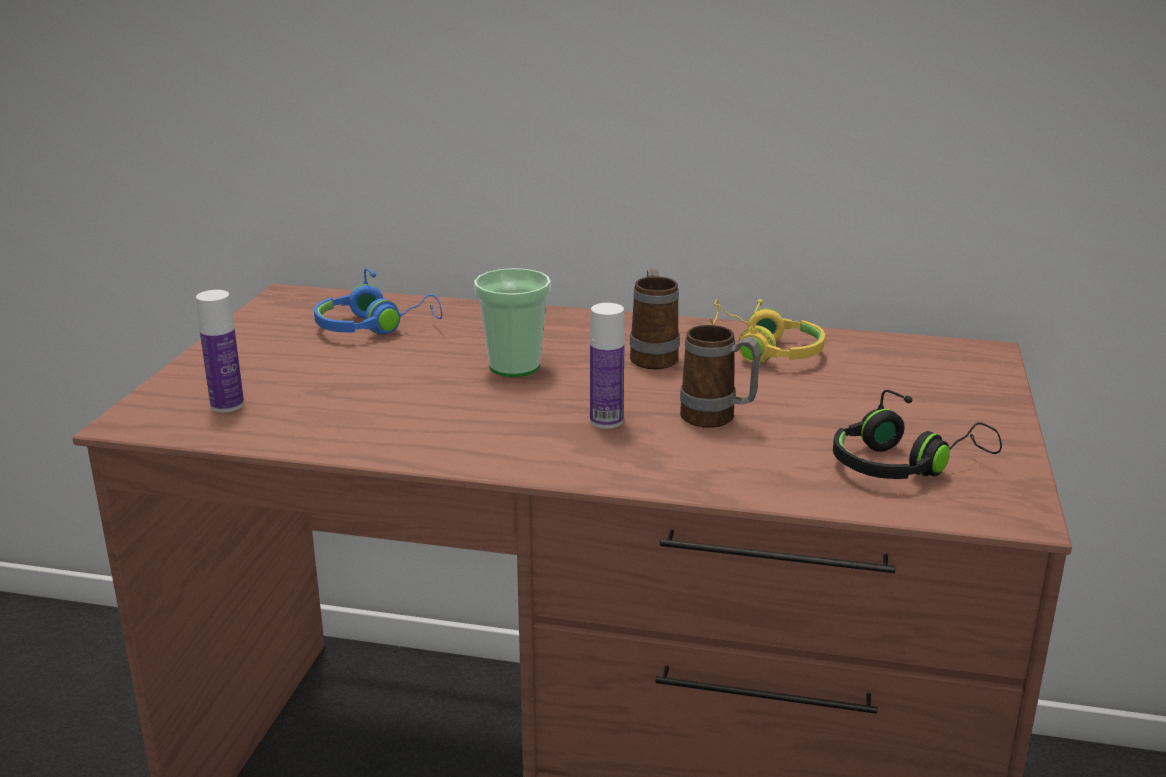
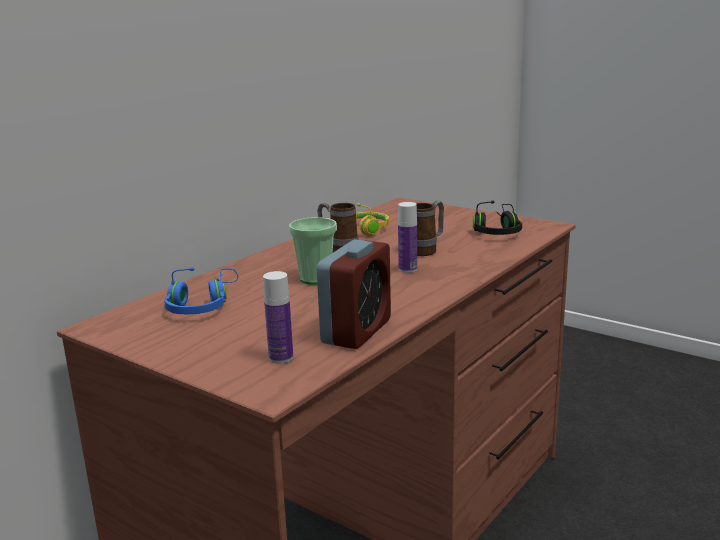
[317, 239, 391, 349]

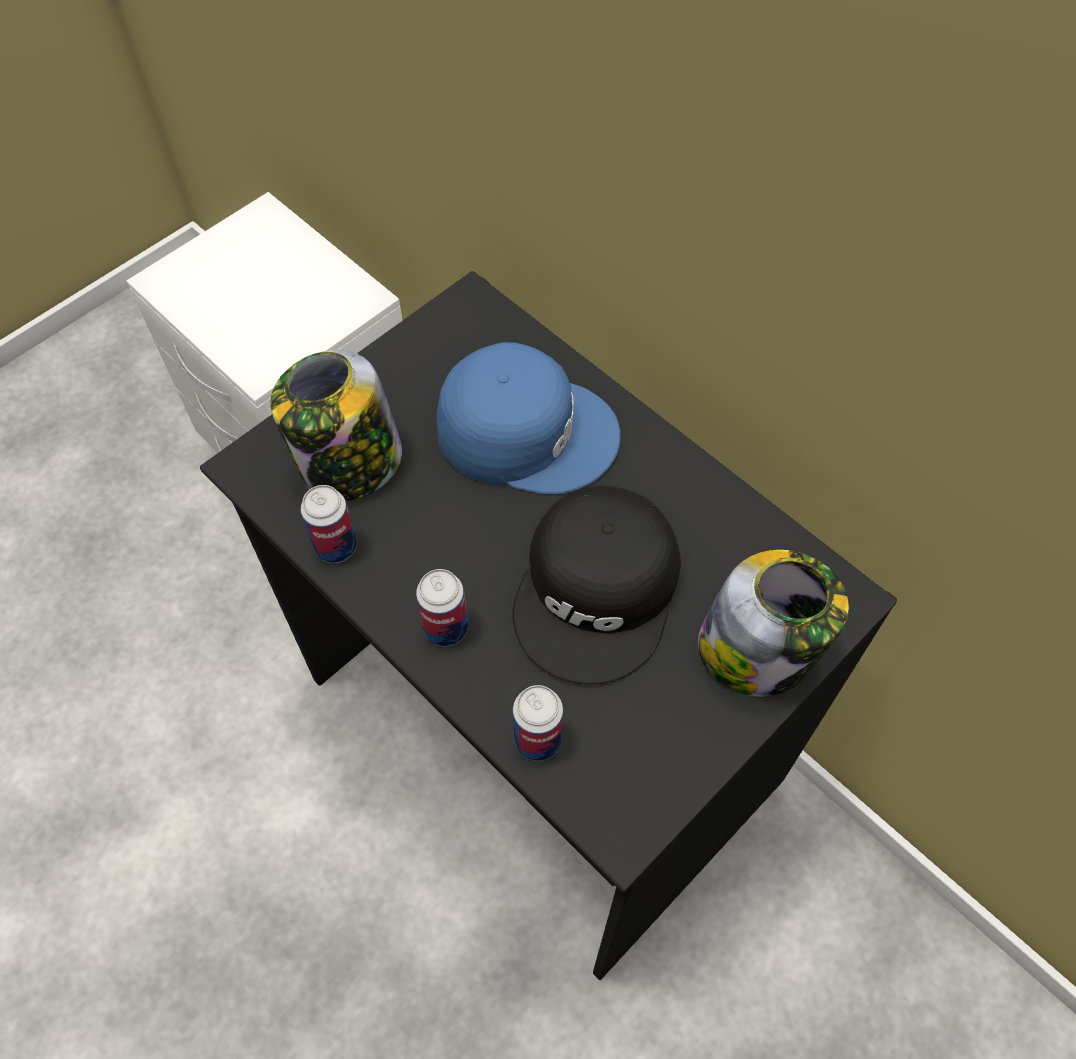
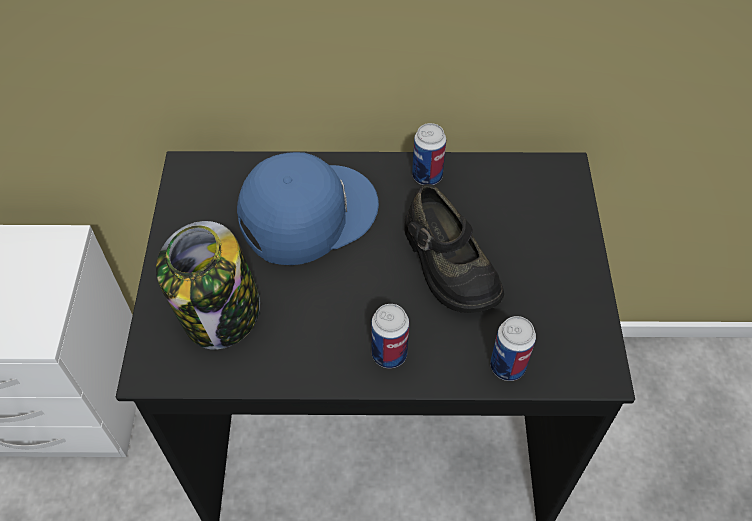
[412, 123, 446, 185]
[404, 184, 504, 313]
[698, 550, 849, 697] (first image)

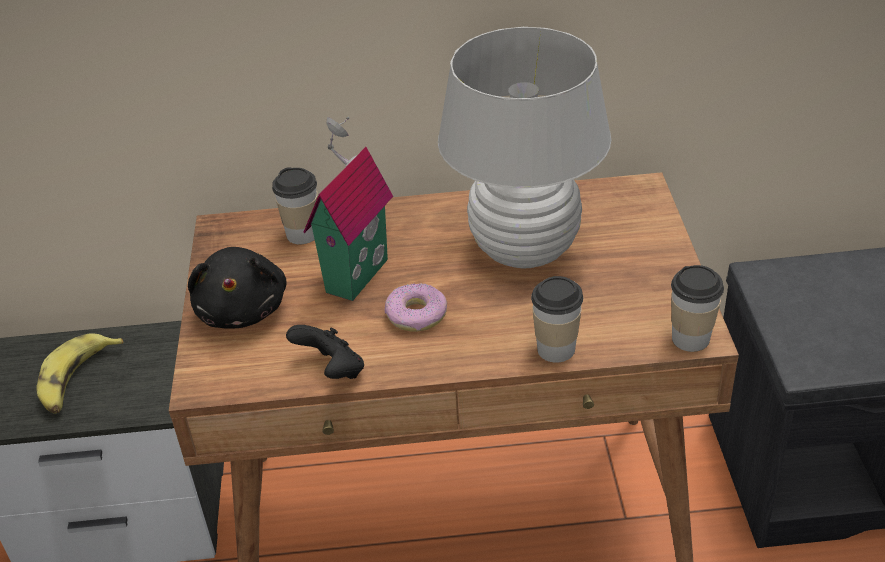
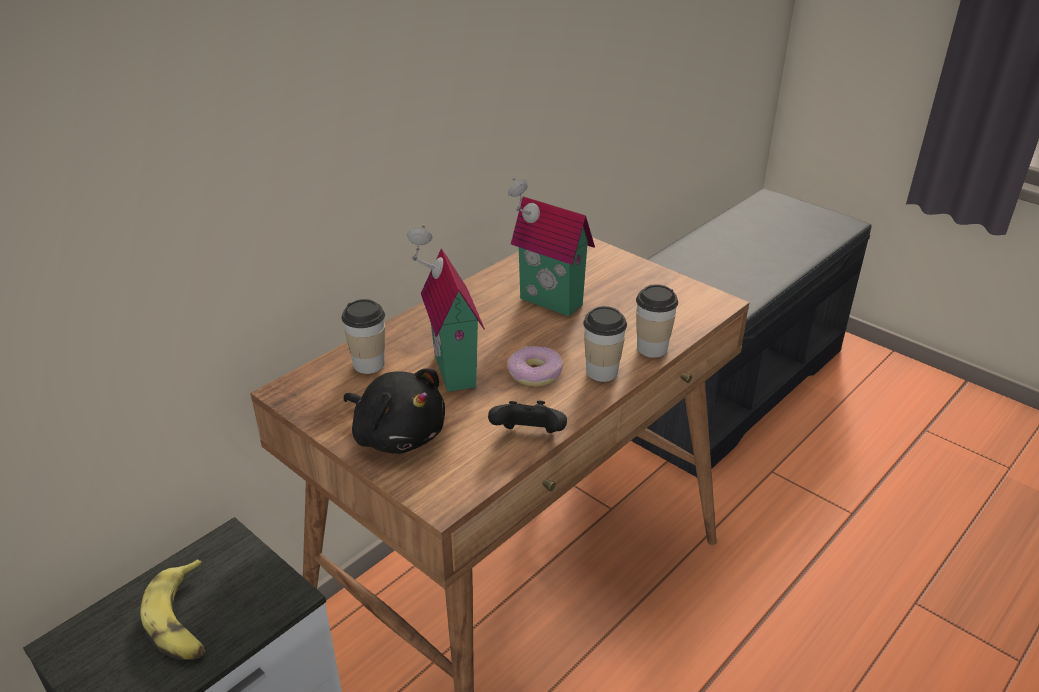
[508, 178, 595, 316]
[583, 306, 627, 382]

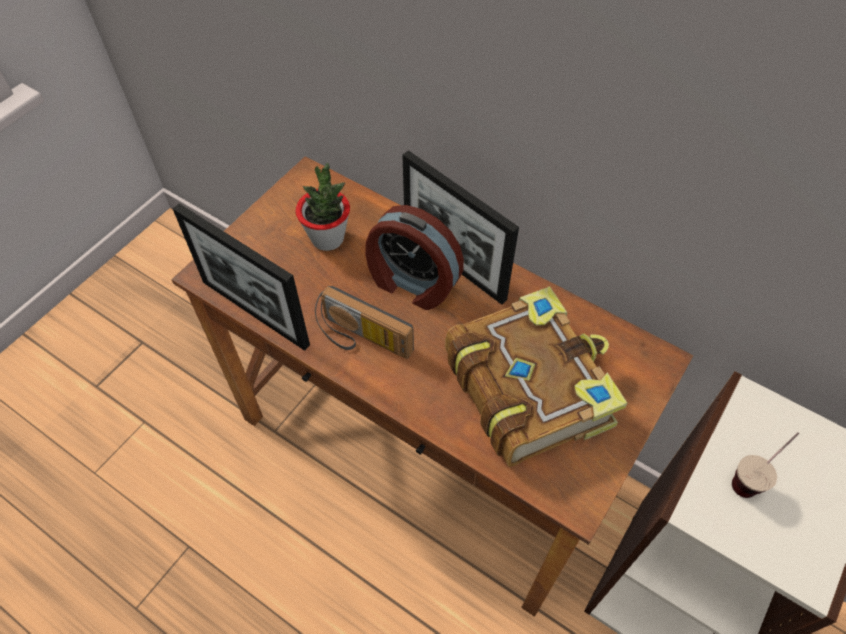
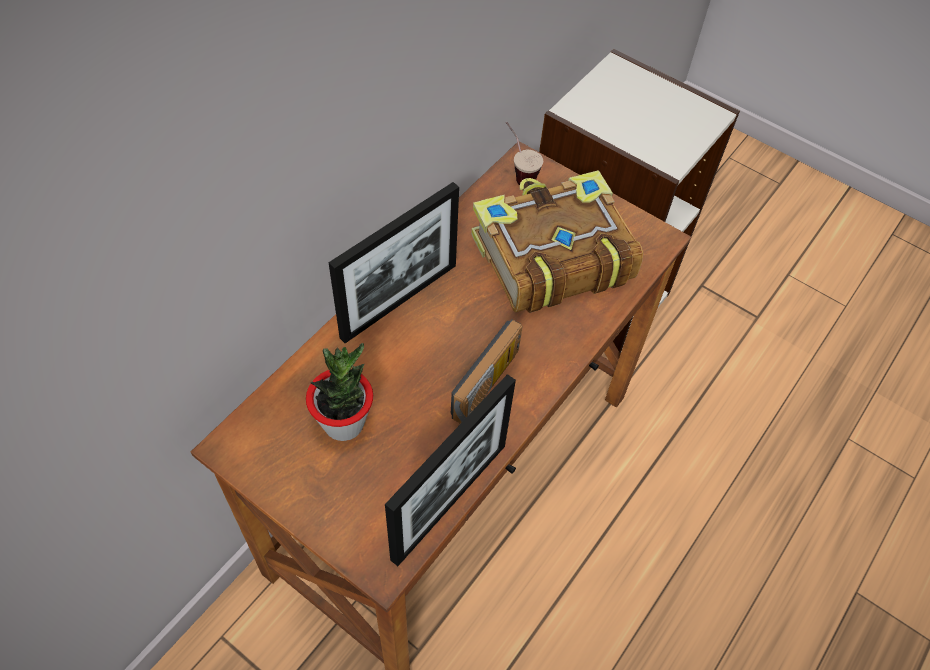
[365, 205, 464, 310] (first image)
[506, 122, 543, 185]

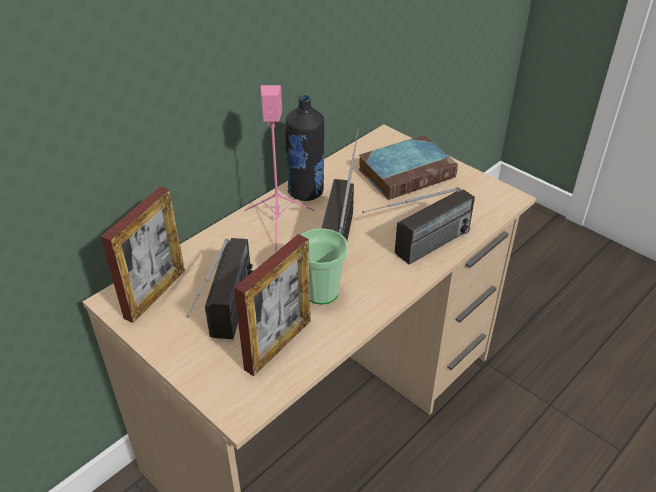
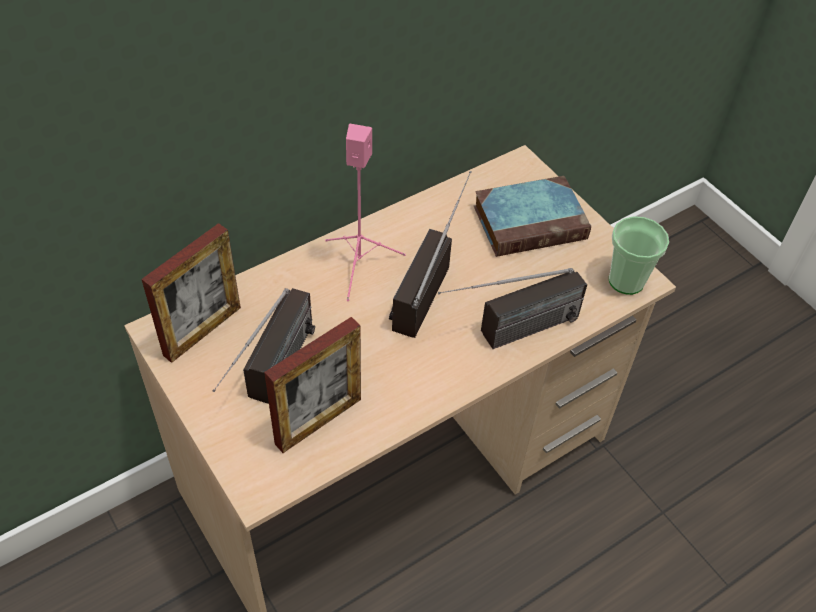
[285, 95, 324, 201] (first image)
[609, 216, 669, 295]

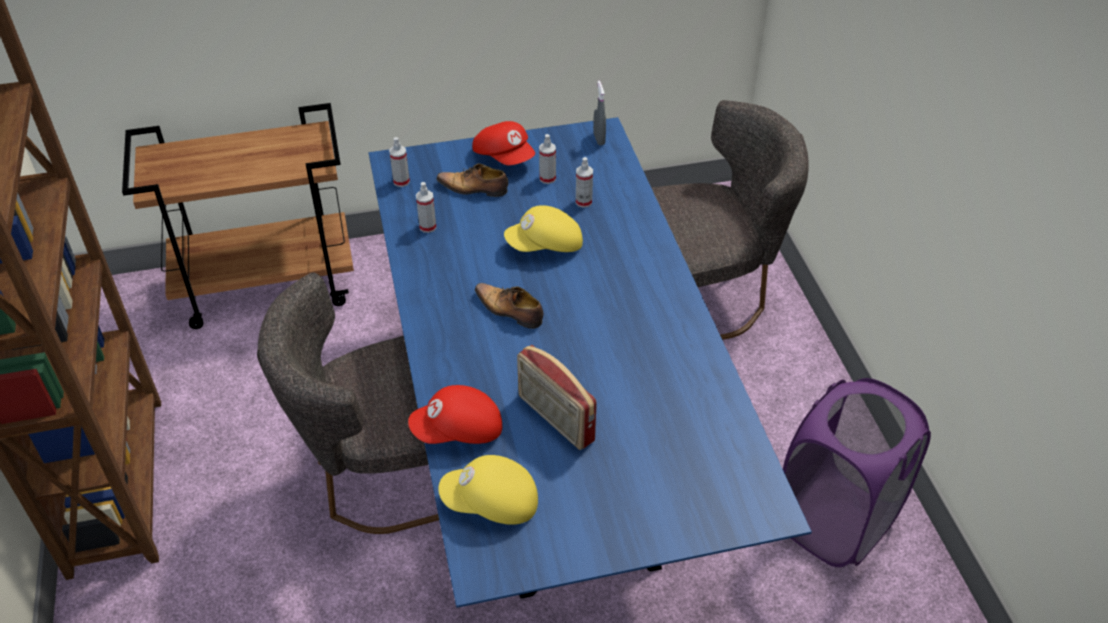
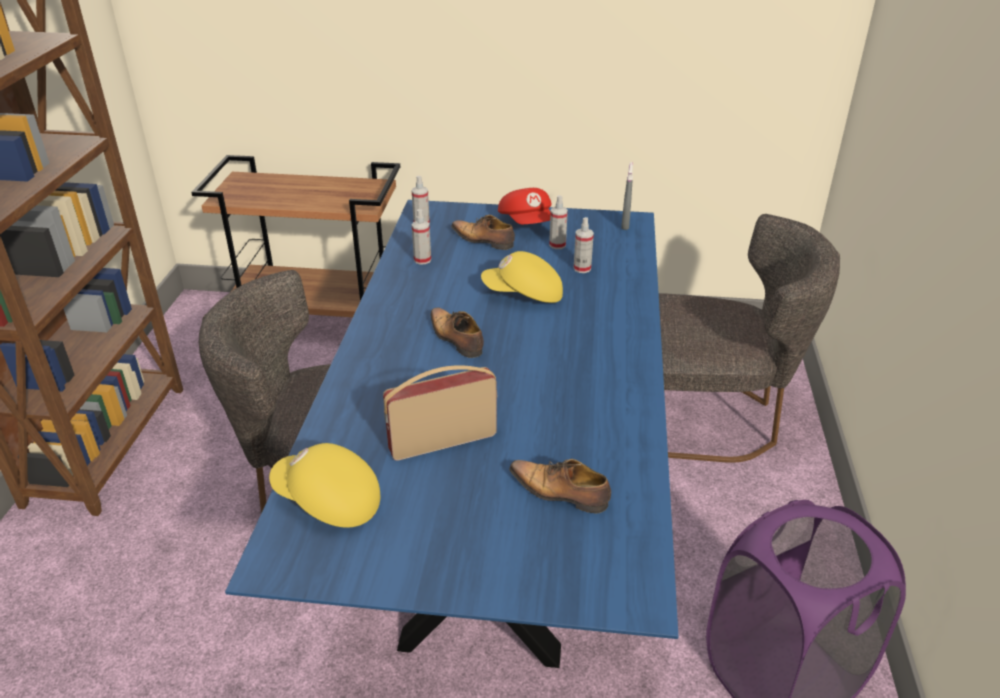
[383, 365, 498, 461]
[408, 385, 502, 444] (first image)
[509, 459, 611, 514]

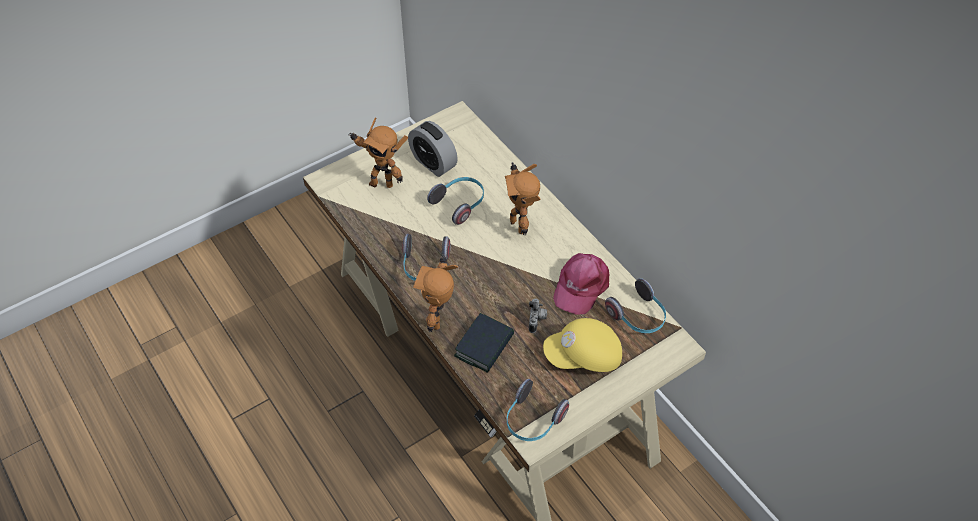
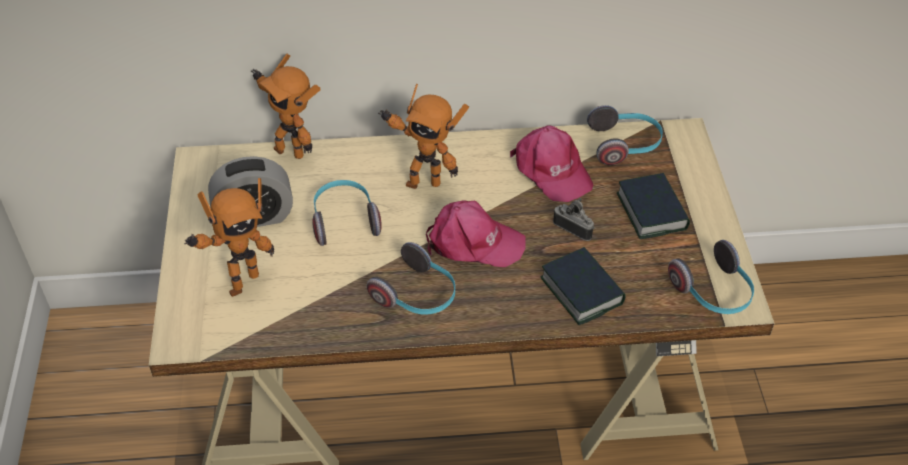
[251, 54, 321, 159]
[617, 173, 690, 239]
[426, 201, 526, 267]

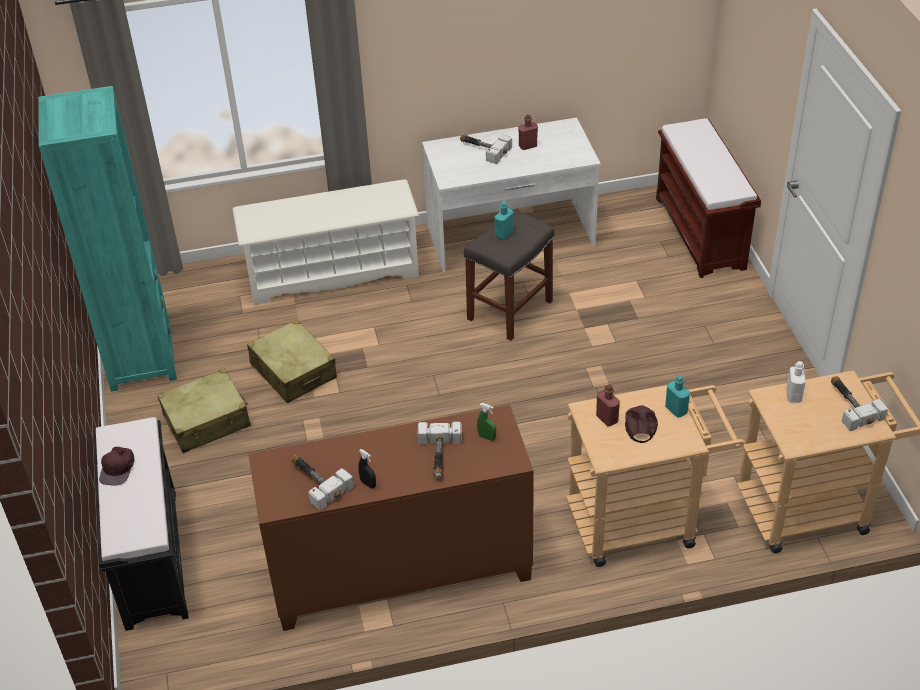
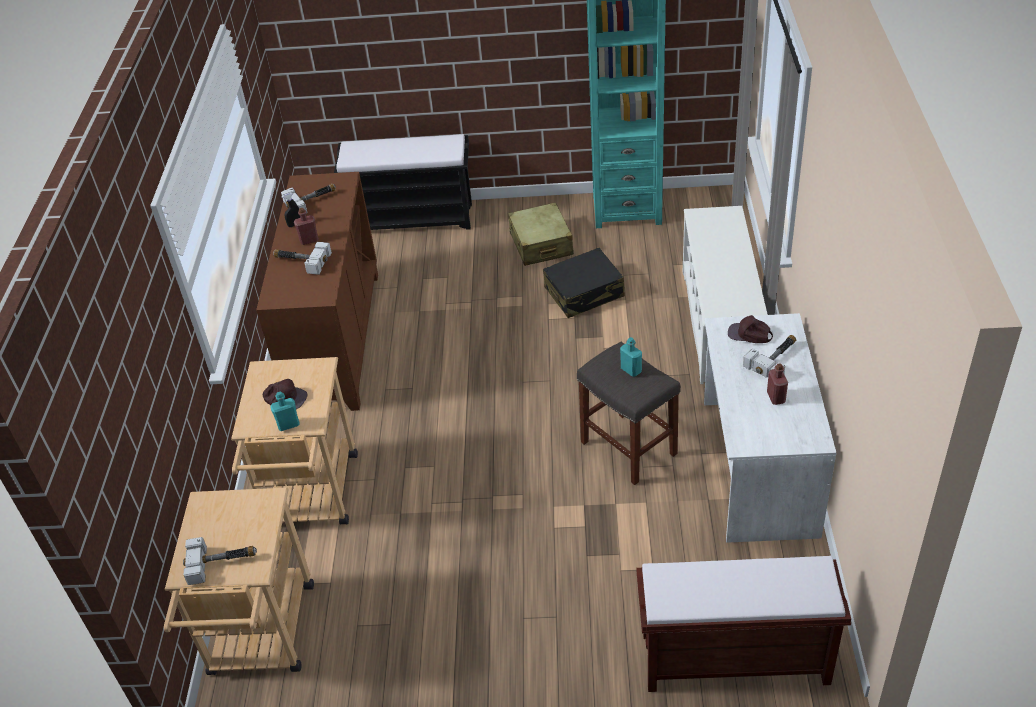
[543, 248, 625, 318]
[786, 361, 806, 403] (first image)
[294, 208, 319, 245]
[477, 403, 496, 441] (first image)
[728, 315, 773, 343]

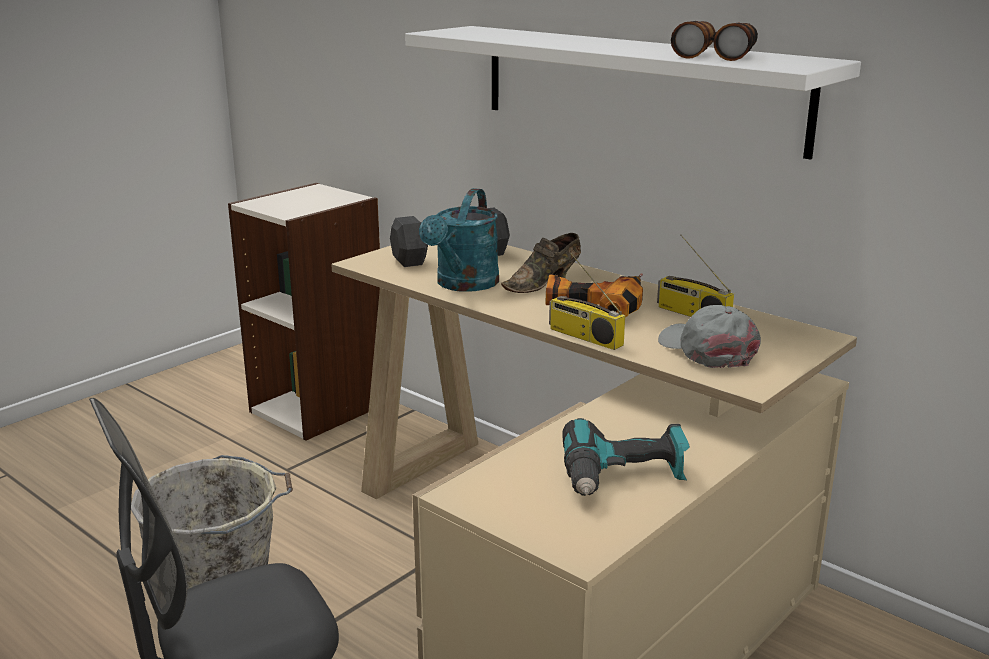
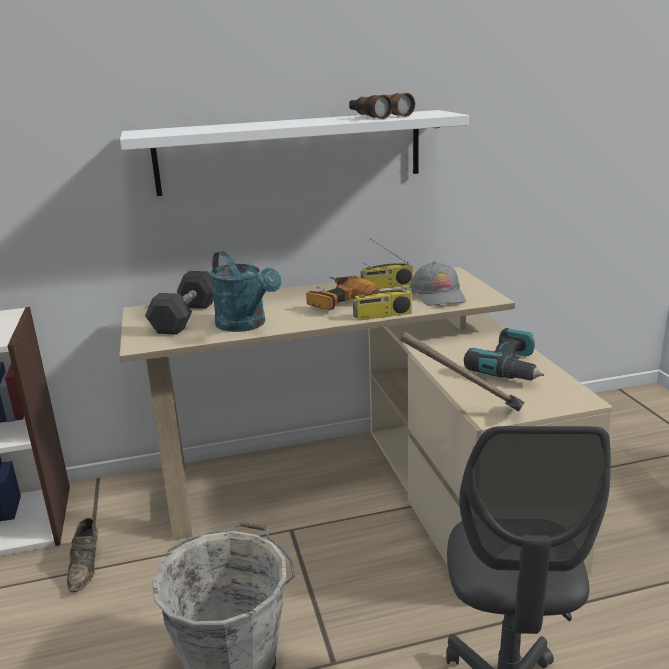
[67, 518, 98, 592]
[410, 262, 466, 306]
[400, 332, 525, 411]

